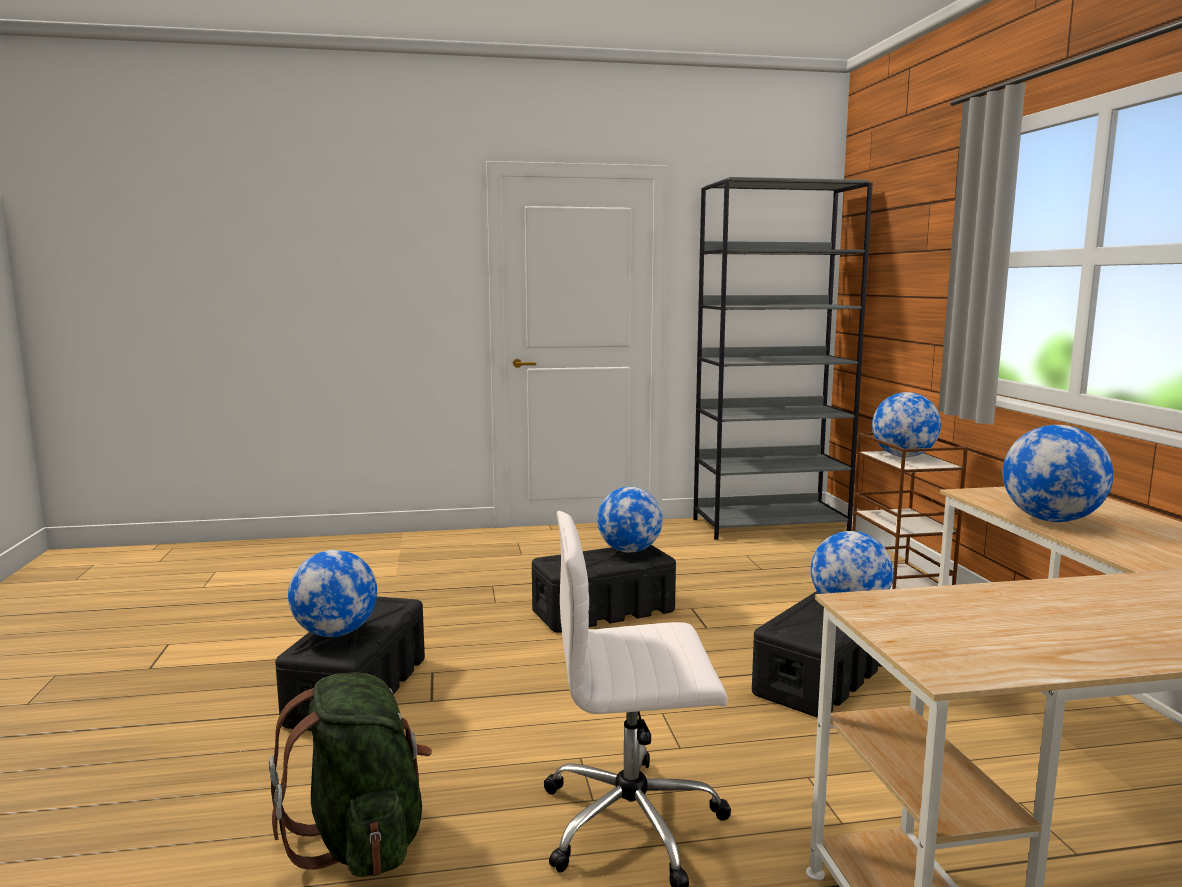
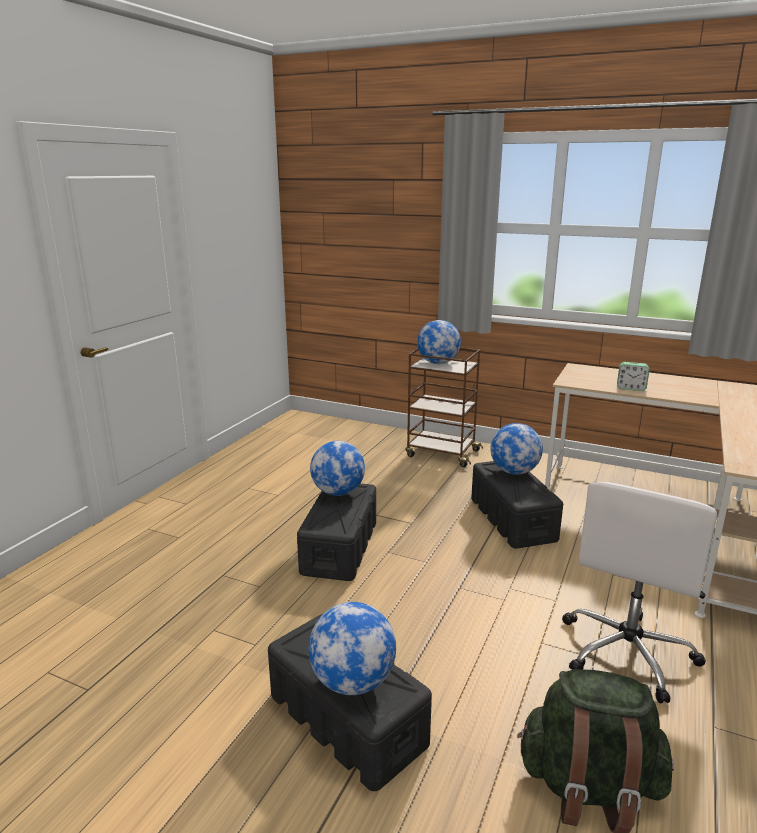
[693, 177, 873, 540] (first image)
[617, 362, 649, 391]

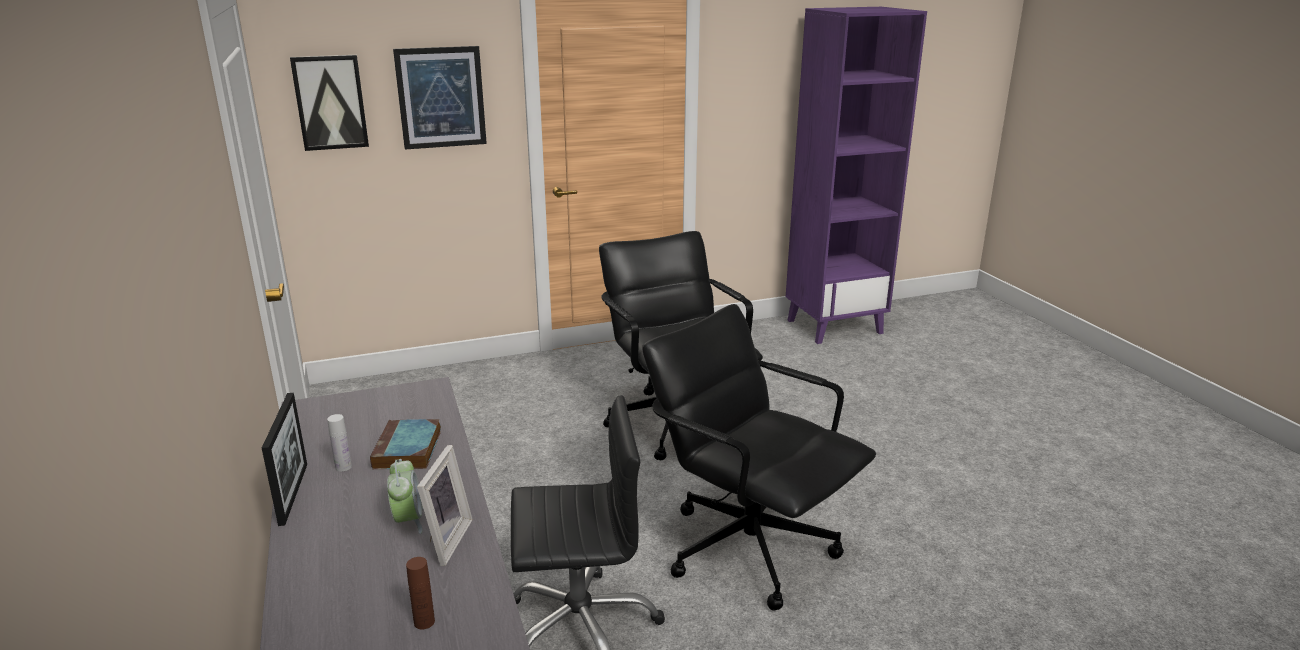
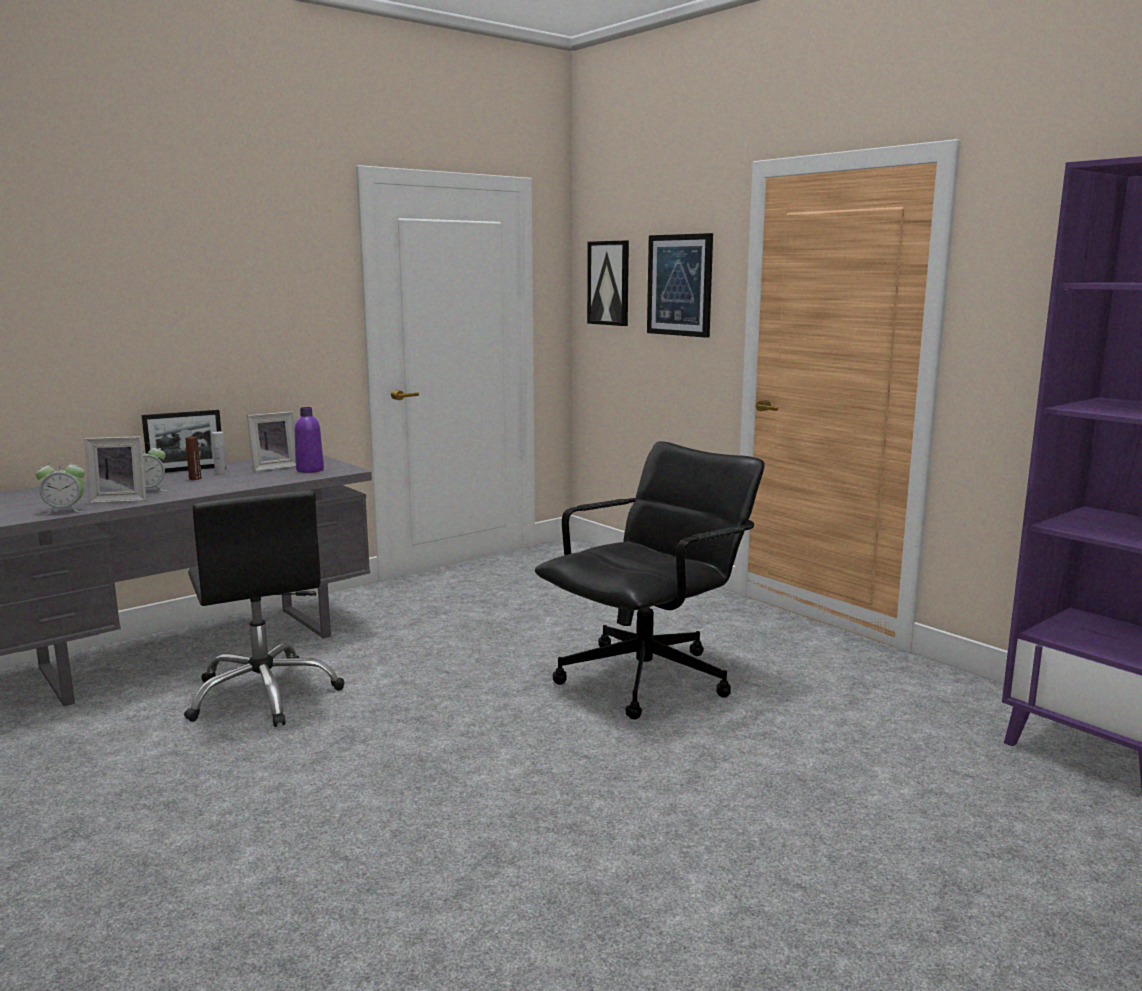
[642, 304, 876, 611] (first image)
[370, 419, 441, 470] (first image)
[186, 437, 202, 480]
[294, 407, 324, 473]
[247, 411, 296, 472]
[36, 458, 85, 515]

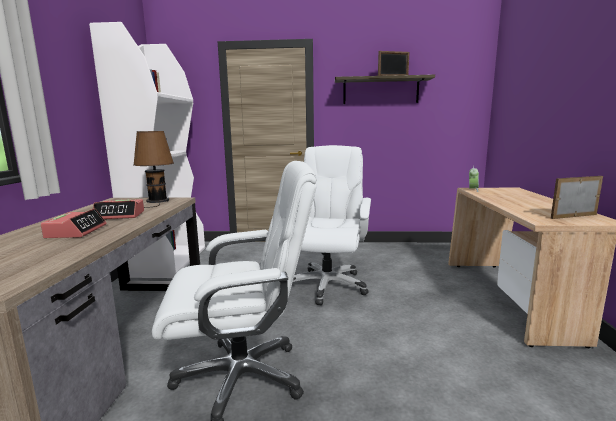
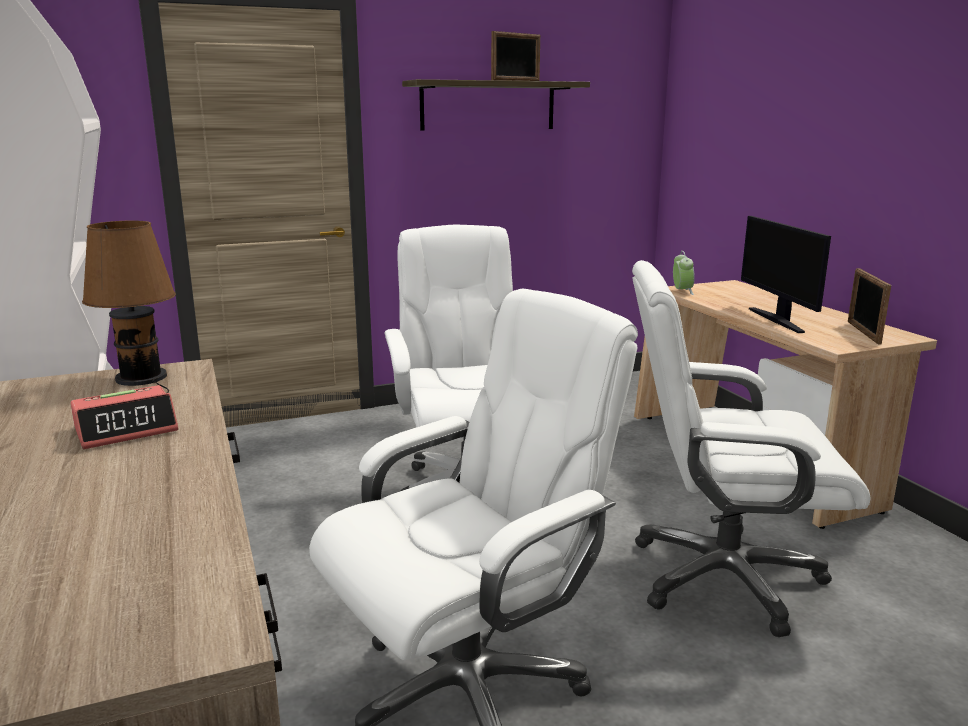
[848, 268, 891, 344]
[41, 208, 107, 238] (first image)
[741, 216, 831, 333]
[632, 260, 871, 637]

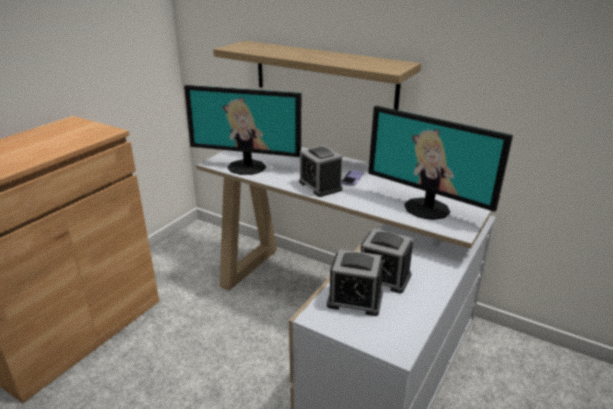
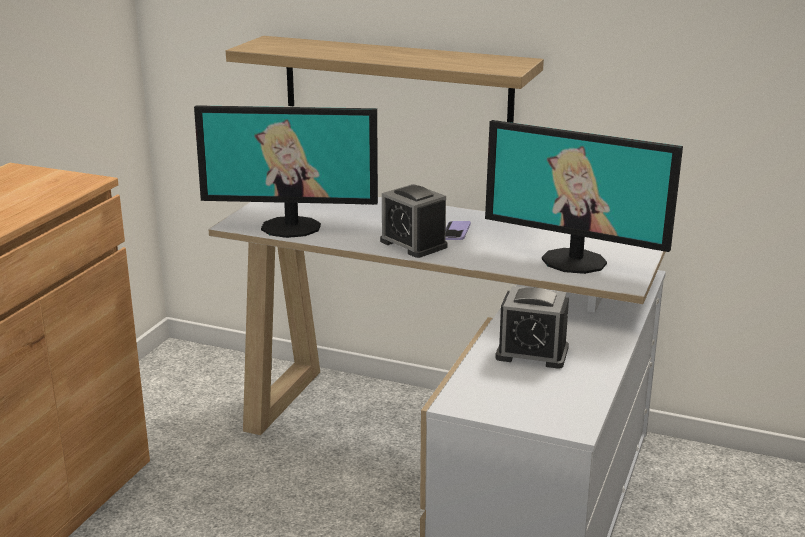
[327, 249, 383, 316] (first image)

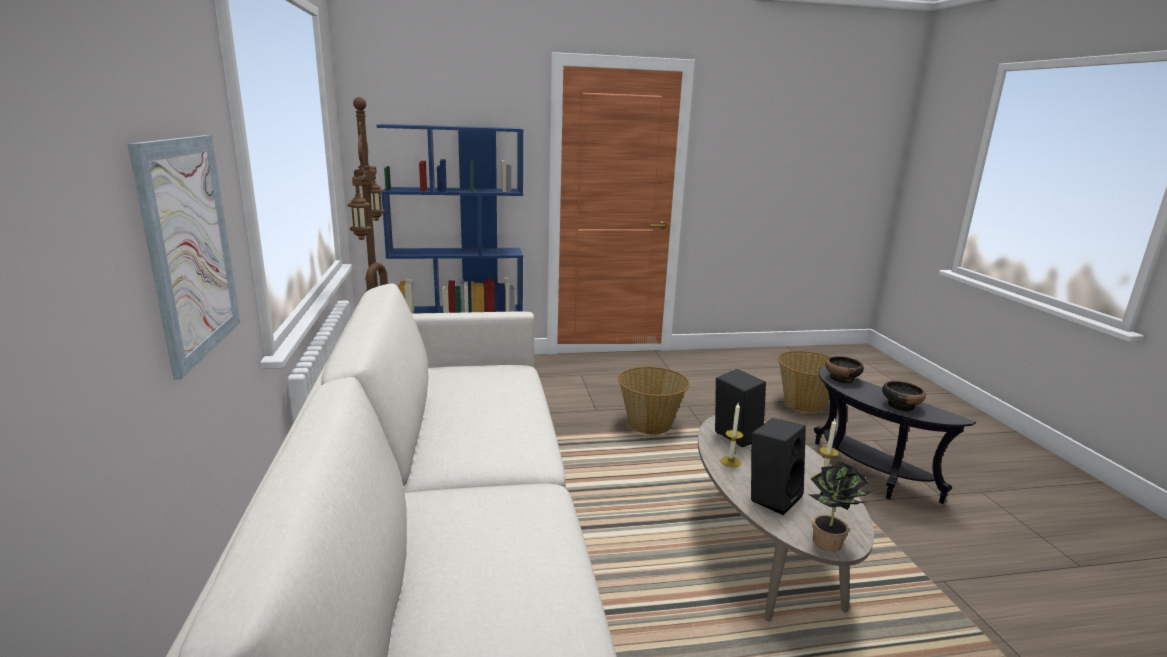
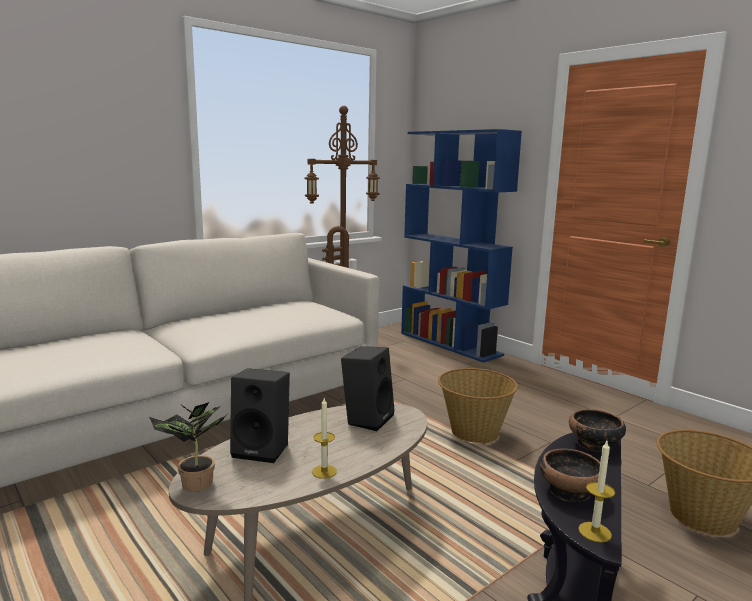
[128, 135, 240, 380] (first image)
[578, 441, 615, 543]

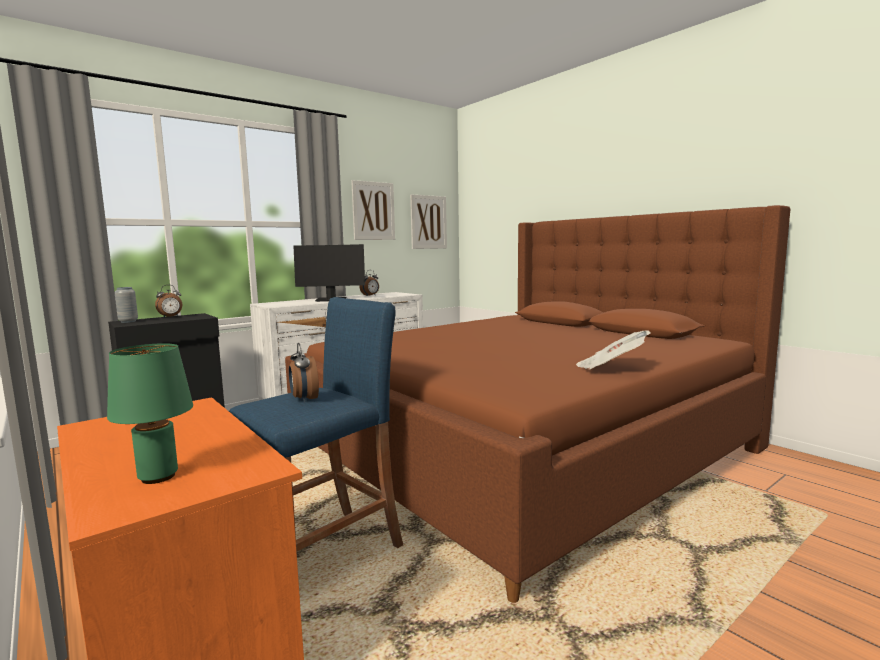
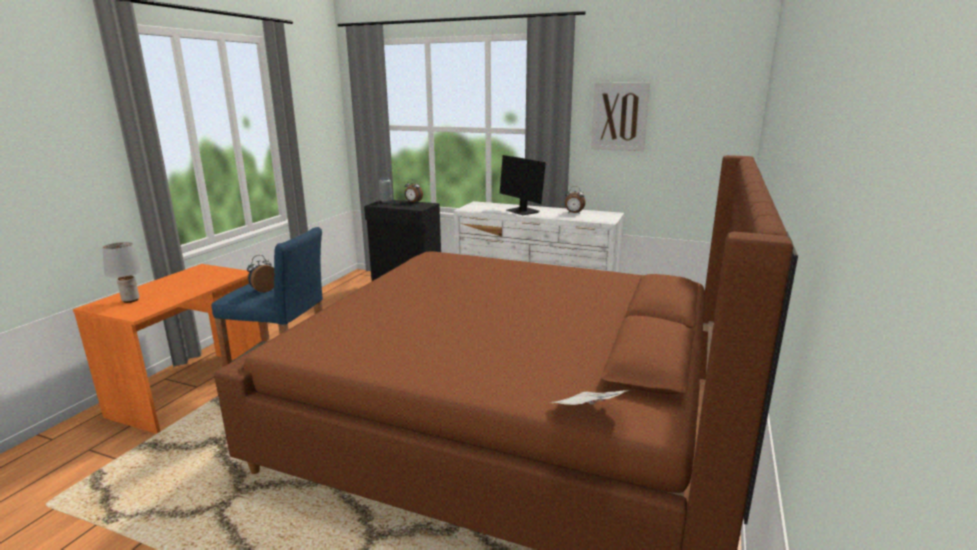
[410, 194, 447, 249] (first image)
[554, 390, 634, 405]
[102, 242, 143, 303]

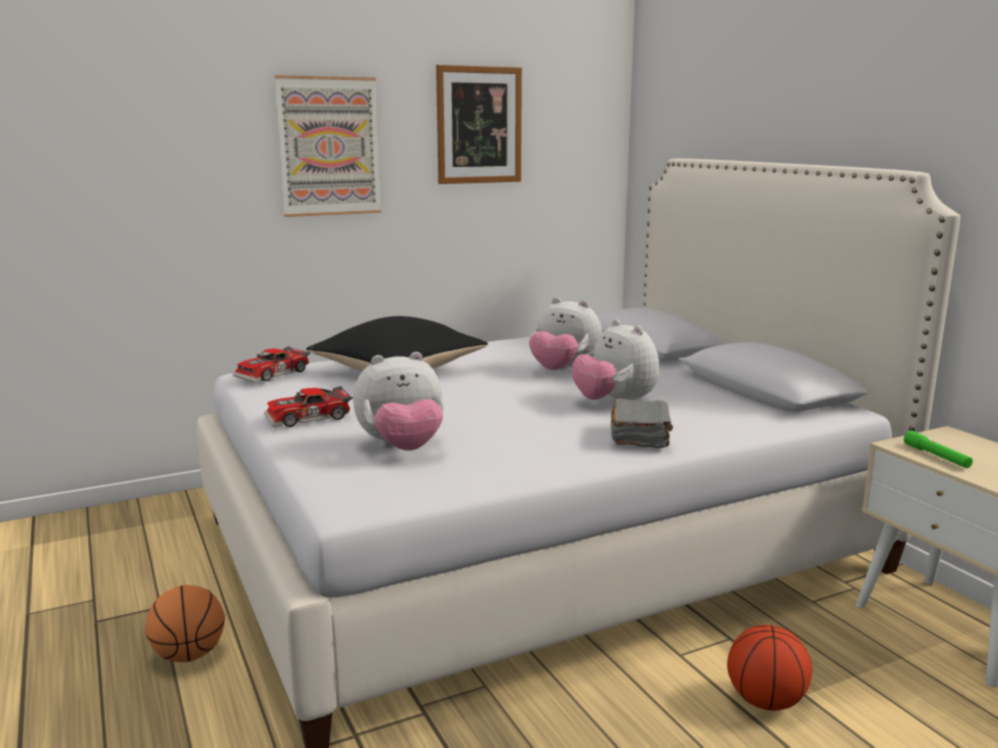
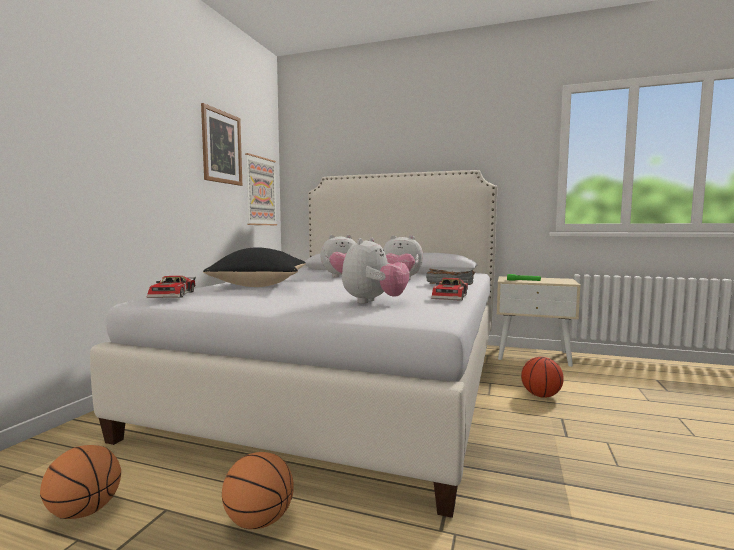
[245, 153, 277, 225]
[431, 278, 468, 301]
[40, 445, 121, 519]

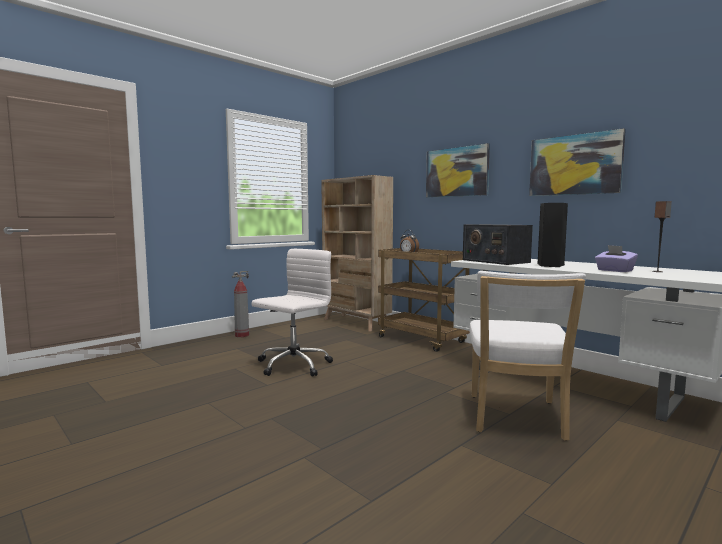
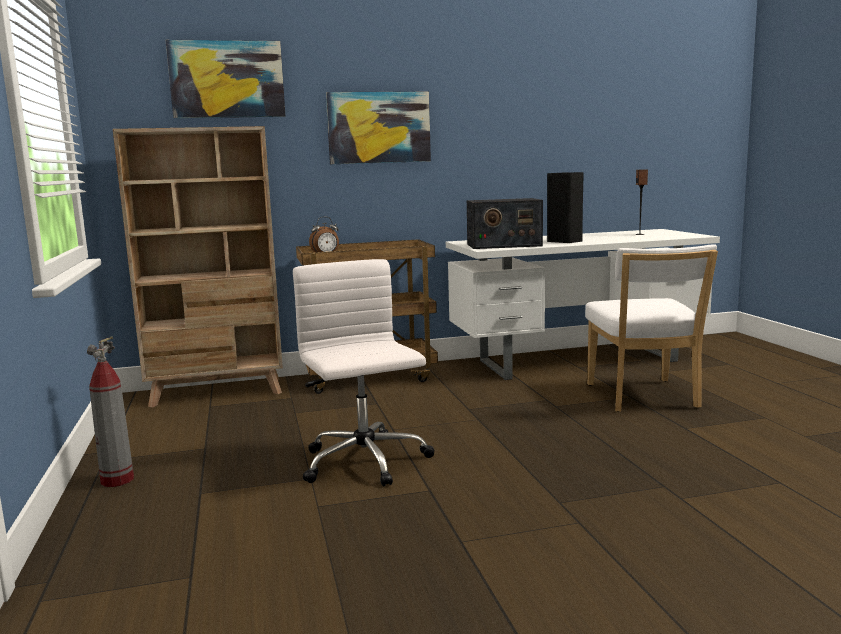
[165, 40, 286, 118]
[595, 245, 638, 272] (first image)
[585, 244, 718, 412]

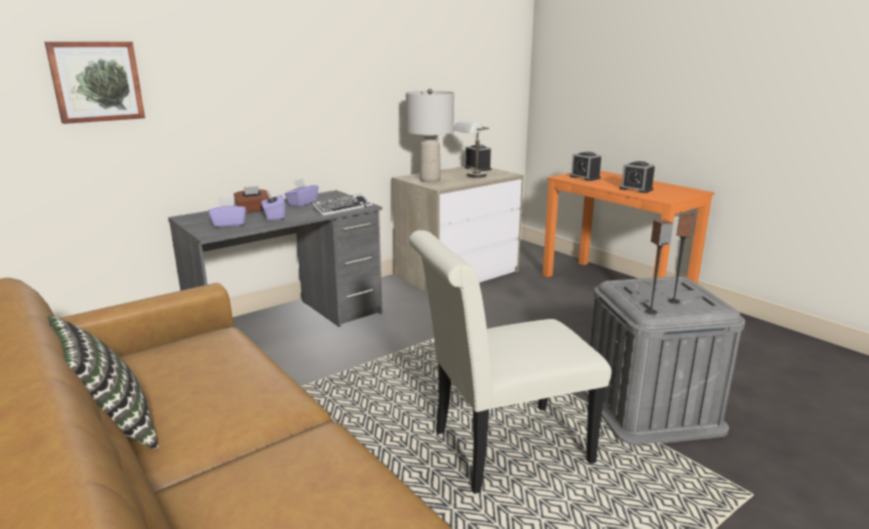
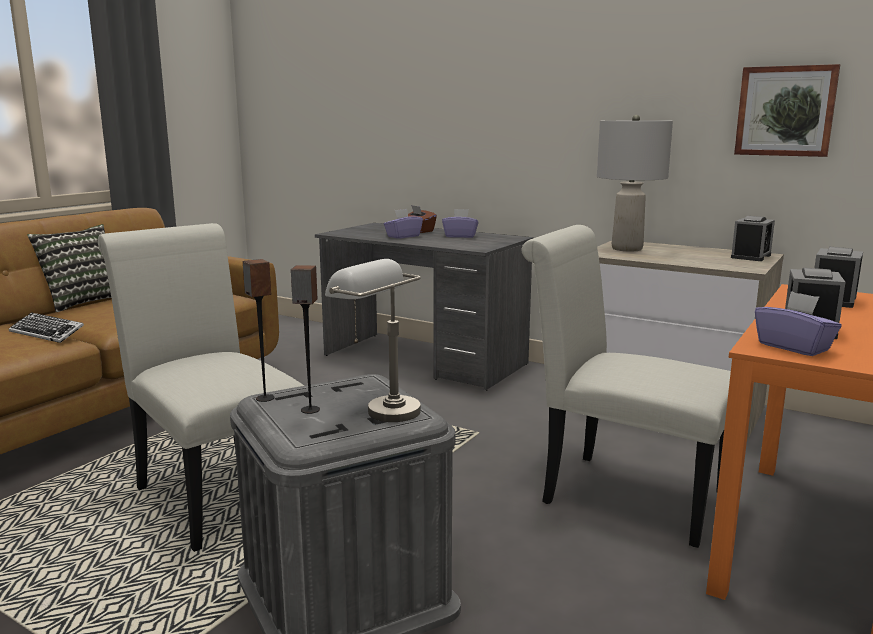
[734, 64, 840, 157]
[325, 259, 421, 422]
[9, 312, 84, 343]
[755, 291, 841, 356]
[522, 225, 731, 548]

